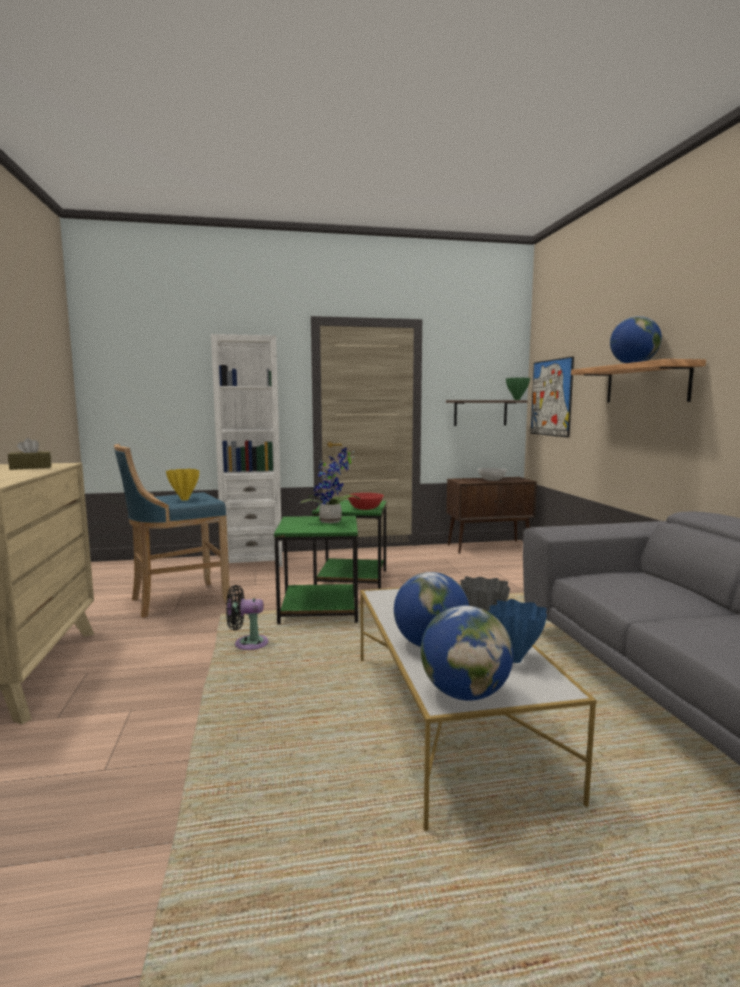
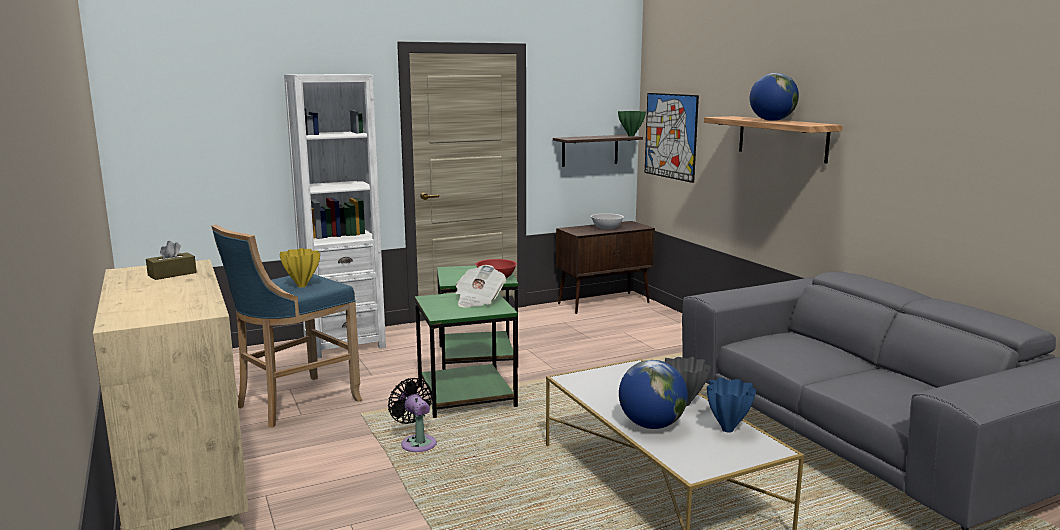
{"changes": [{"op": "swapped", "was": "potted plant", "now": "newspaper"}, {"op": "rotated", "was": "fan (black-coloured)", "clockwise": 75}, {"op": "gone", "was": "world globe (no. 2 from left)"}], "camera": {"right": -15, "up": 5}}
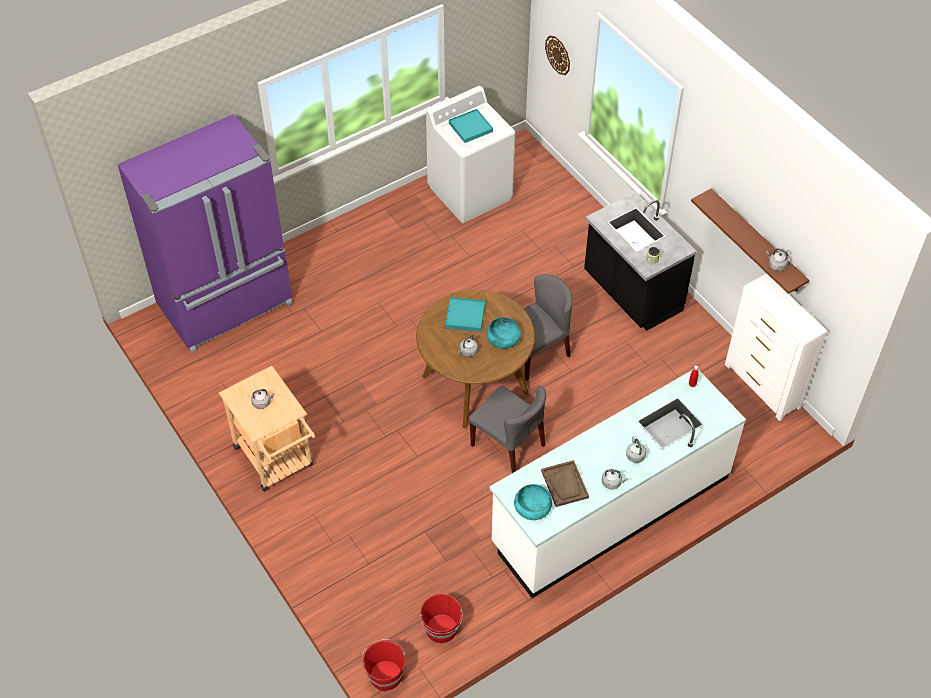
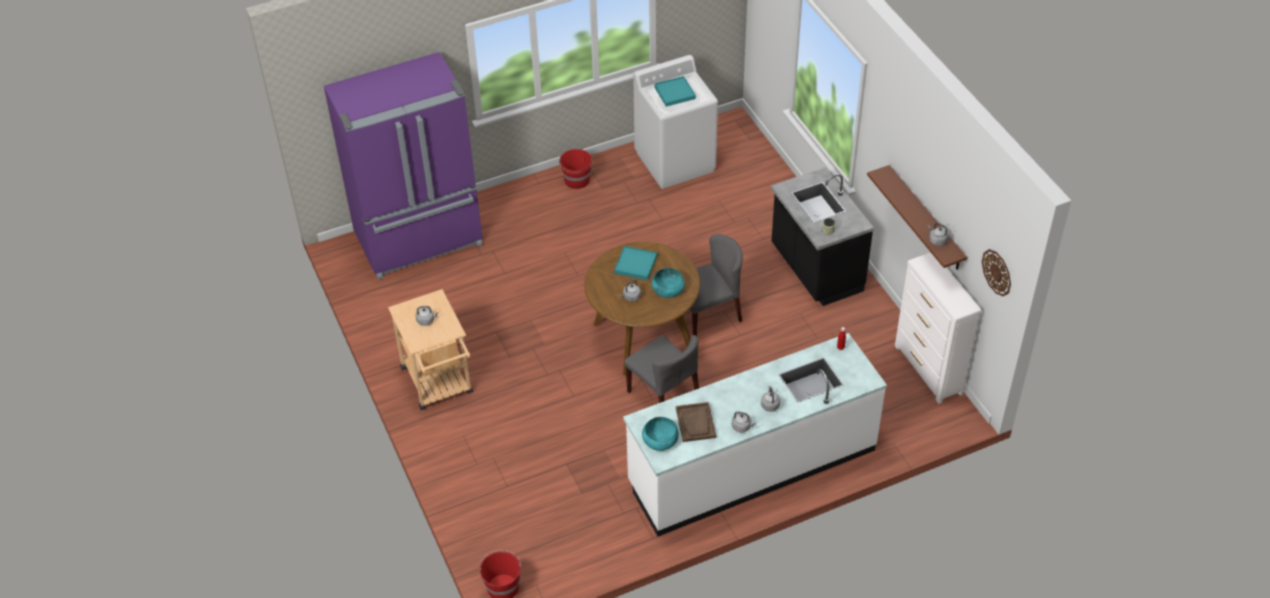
{"changes": [{"op": "shifted", "was": "hanging clock"}, {"op": "shifted", "was": "bucket (reddish) (no. 2 from left)"}], "camera": {"right": 10, "up": -5}}
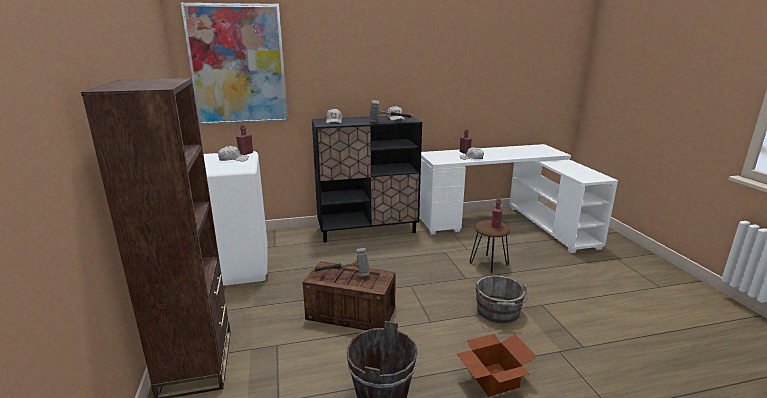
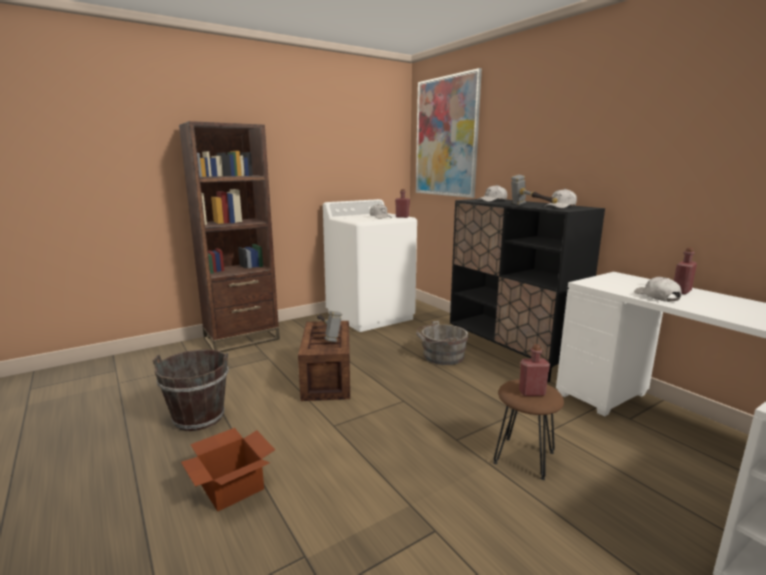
{"changes": [{"op": "shifted", "was": "bucket (gray)"}], "camera": {"right": 70, "up": -5}}
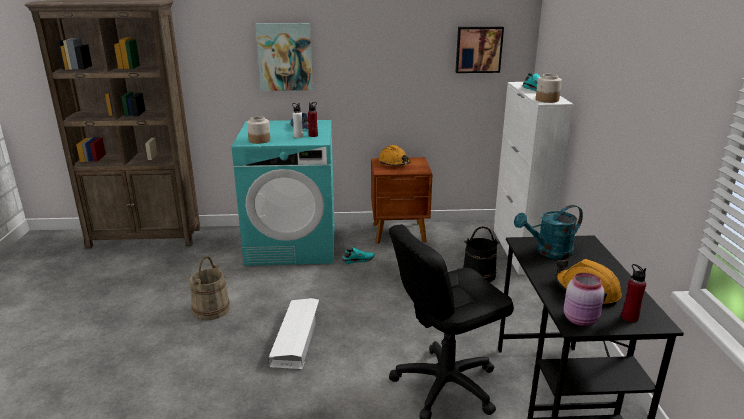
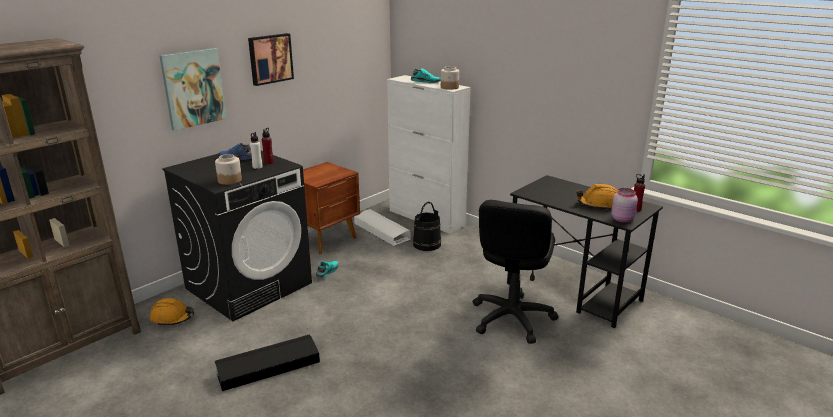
{"changes": [{"op": "shifted", "was": "picture (no. 2 from left)"}, {"op": "repainted", "was": "washing machine (turquoise-coloured)", "now": "washing machine (black-coloured)"}, {"op": "shifted", "was": "work helmet (orange-coloured) (no. 1 from left)"}, {"op": "gone", "was": "watering pot (turquoise-coloured)"}, {"op": "swapped", "was": "bucket (sand-coloured)", "now": "storage container (black-coloured)"}, {"op": "shifted", "was": "storage container (white-coloured)"}], "camera": {"right": -45, "up": 0}}
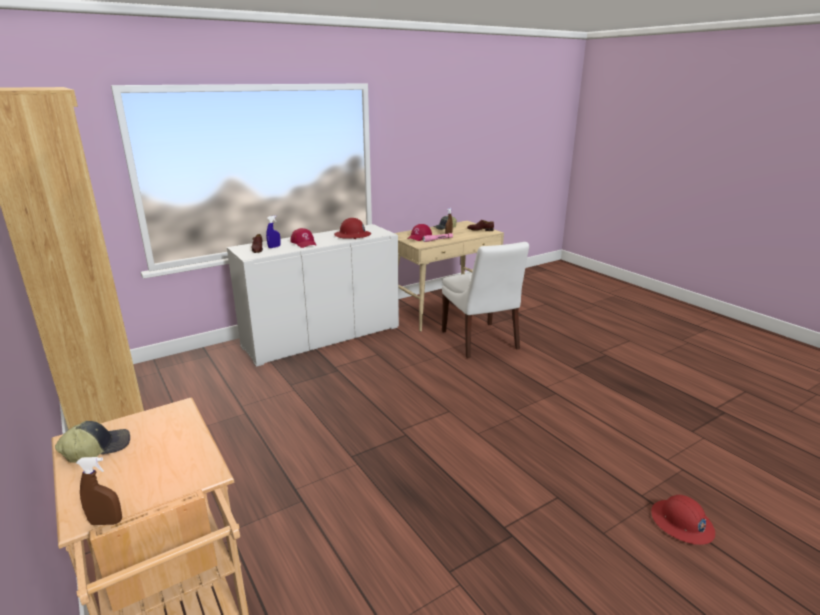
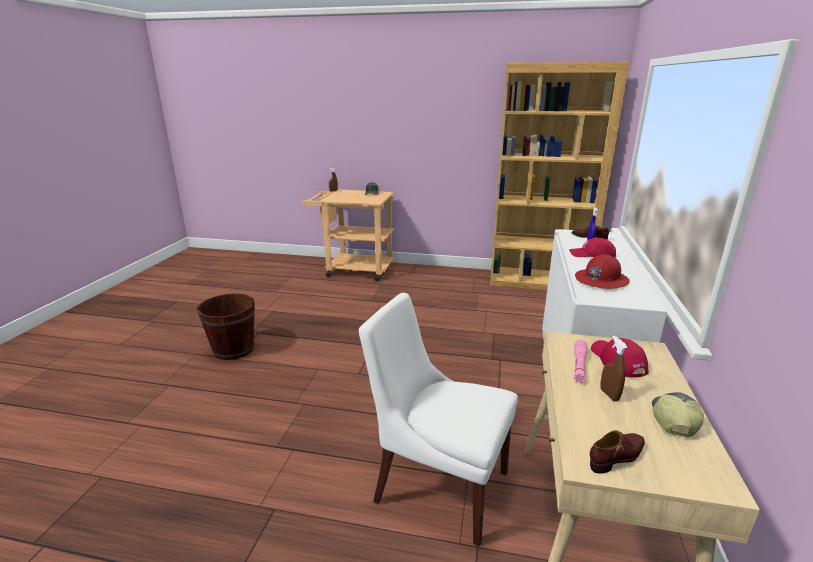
{"changes": [{"op": "gone", "was": "work helmet (reddish) (no. 2 from left)"}, {"op": "new", "now": "bucket (brown)"}], "camera": {"right": 135, "up": 0}}
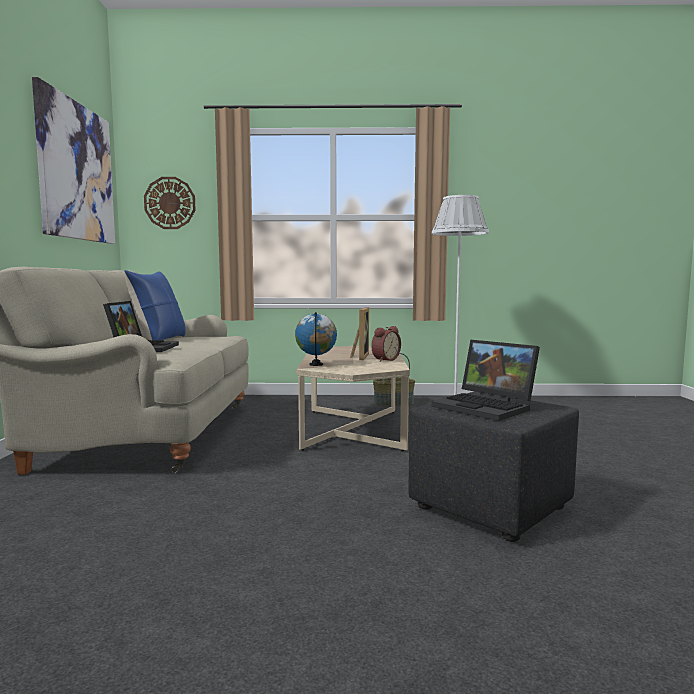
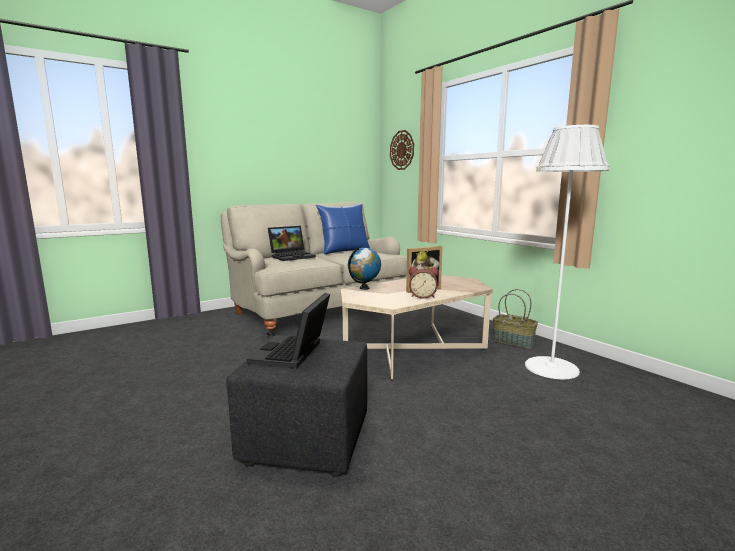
{"changes": [{"op": "gone", "was": "picture"}], "camera": {"right": 55, "up": 5}}
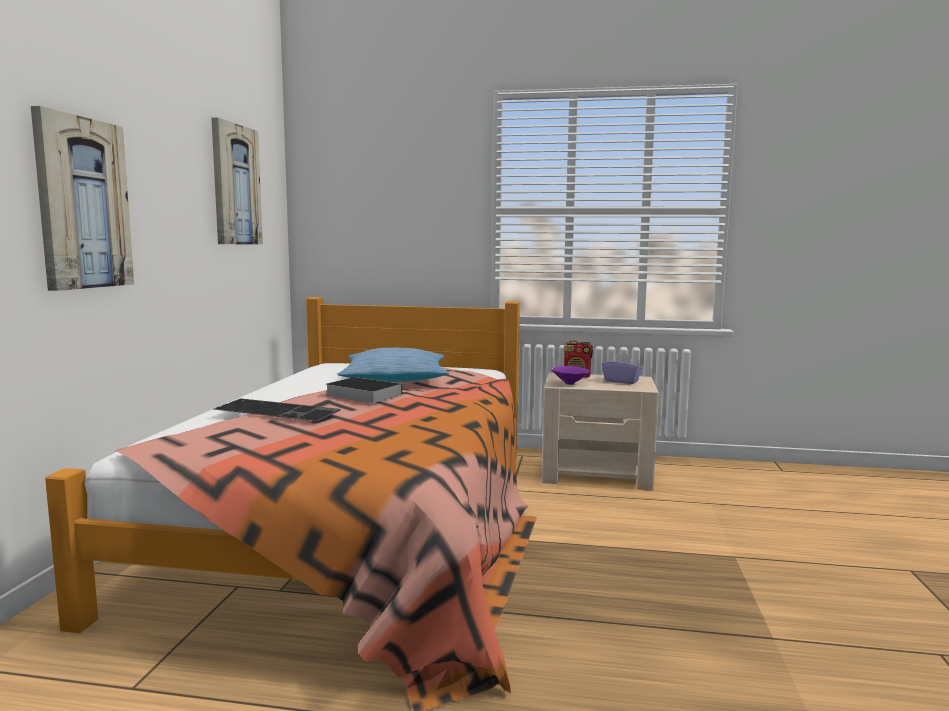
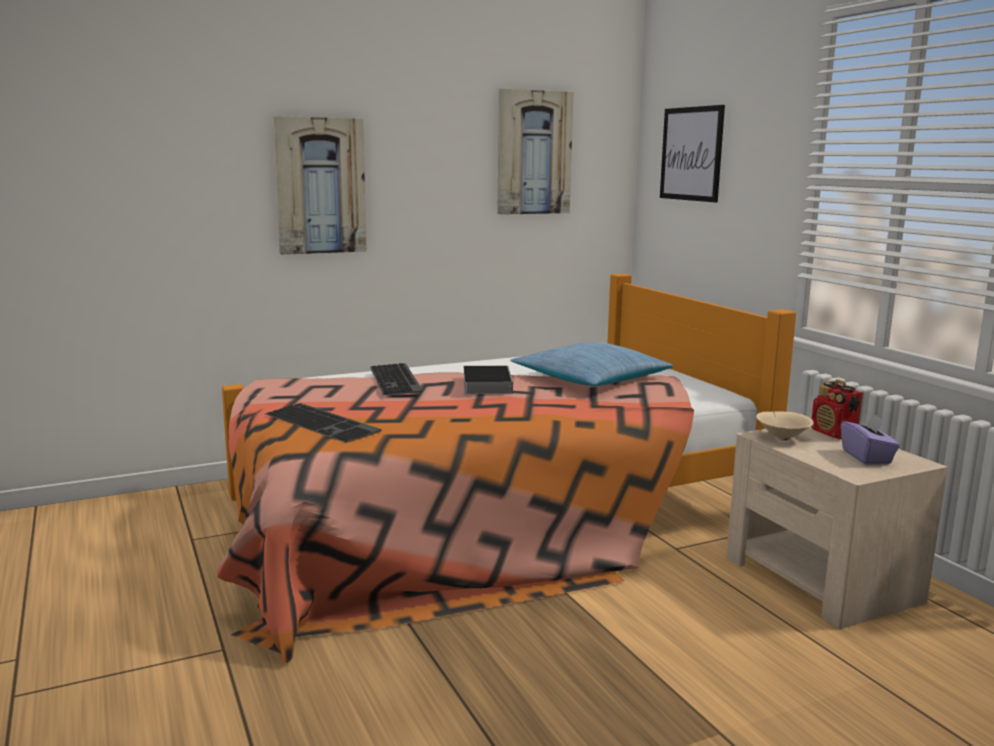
{"changes": [{"op": "repainted", "was": "deep dish (purplish)", "now": "deep dish (sand-coloured)"}, {"op": "new", "now": "picture (no. 3 from left)"}, {"op": "new", "now": "computer keyboard (no. 1 from left)"}], "camera": {"right": 55, "up": 5}}
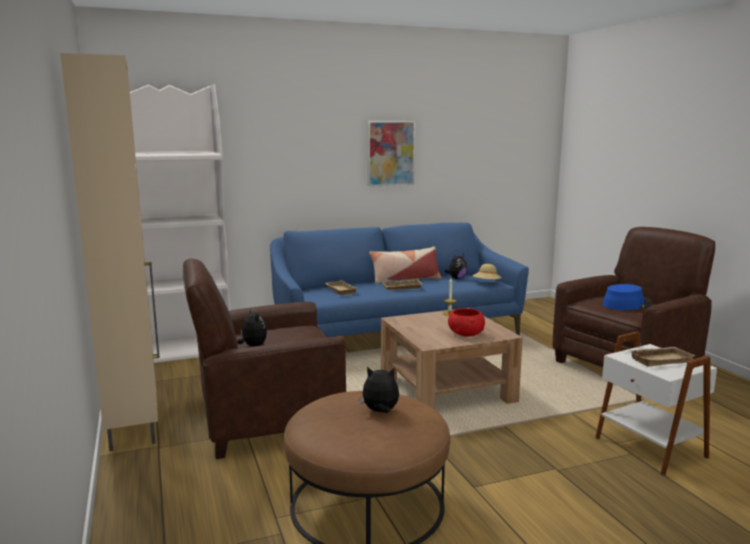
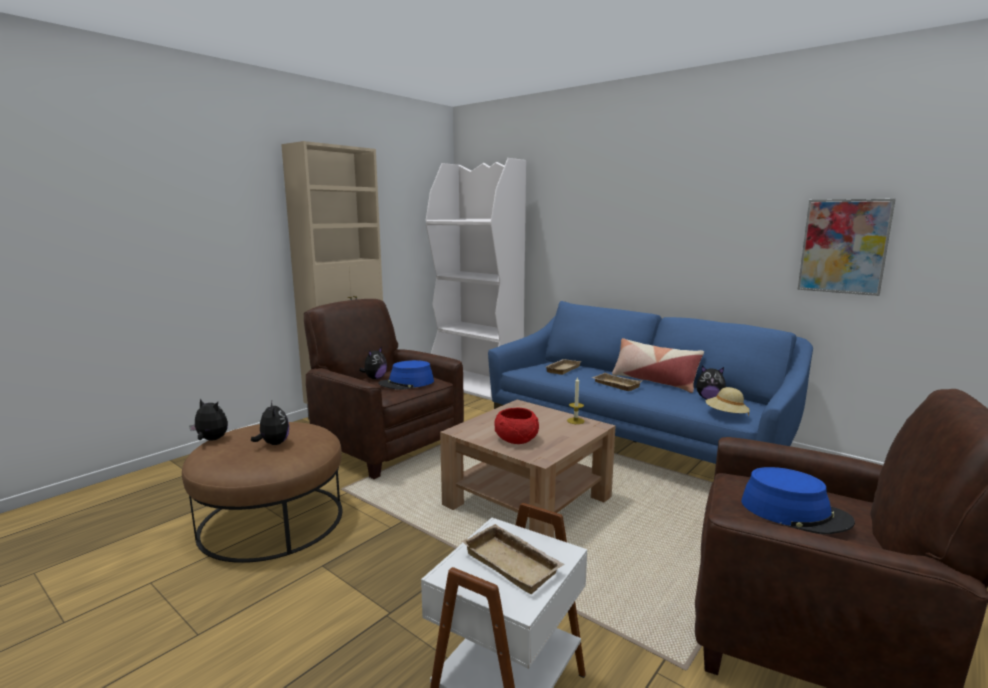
{"changes": [{"op": "shifted", "was": "picture"}, {"op": "new", "now": "clothing hat (blue) (no. 1 from left)"}, {"op": "new", "now": "cuddly toy (no. 1 from left)"}], "camera": {"right": 60, "up": 0}}
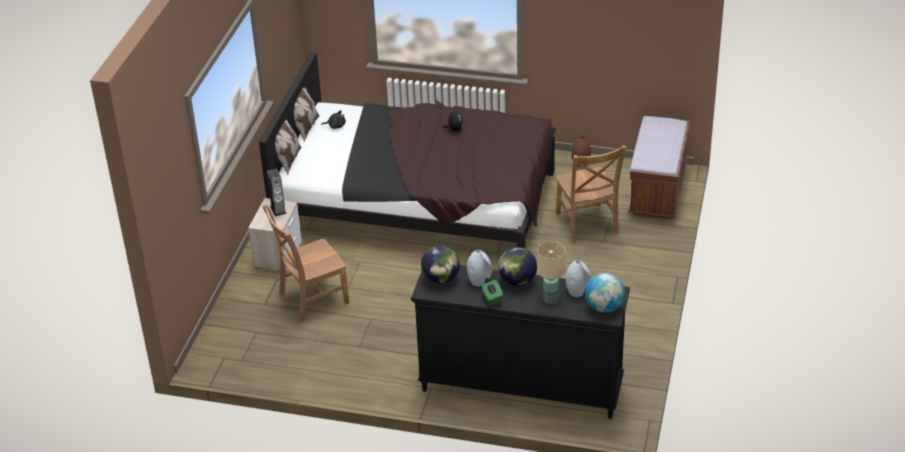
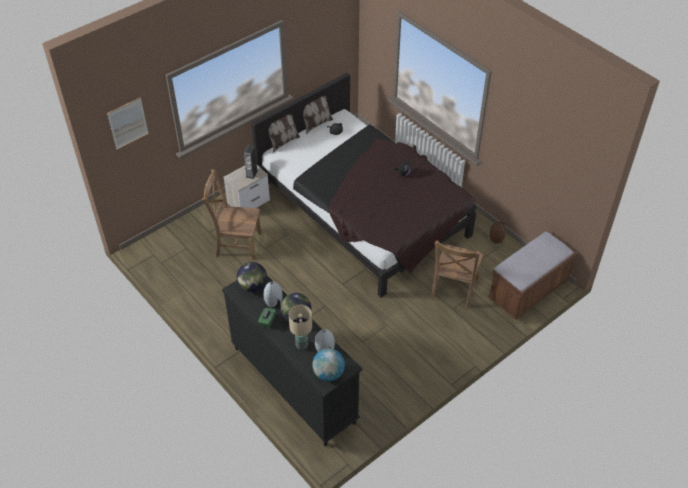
{"changes": [{"op": "new", "now": "picture"}], "camera": {"right": 35, "up": 10}}
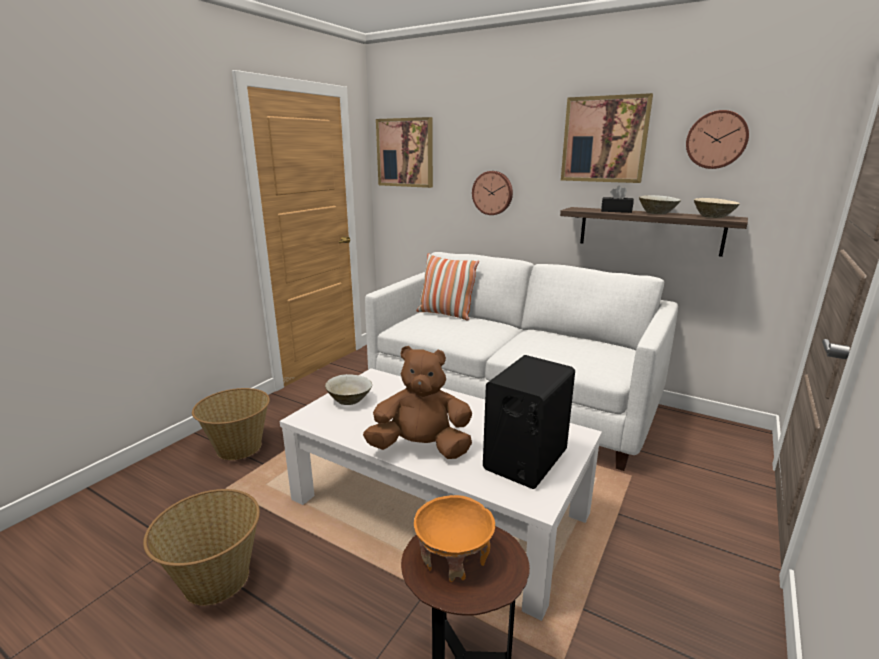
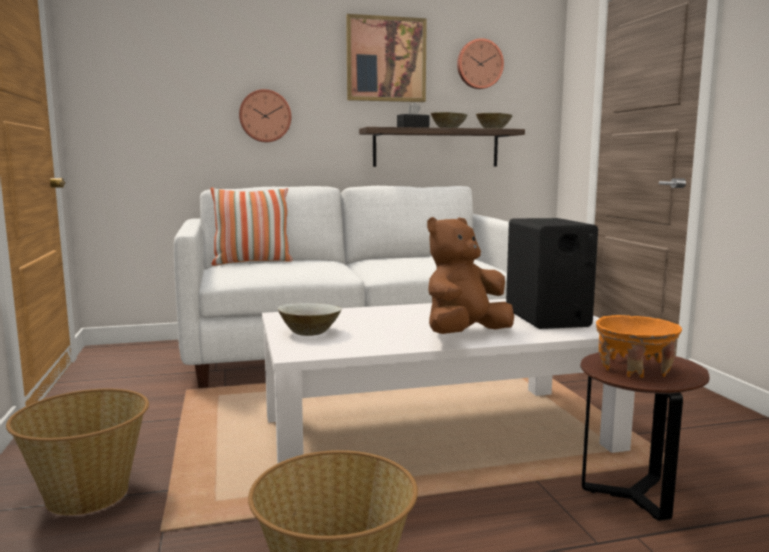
{"changes": [{"op": "gone", "was": "picture (no. 1 from left)"}], "camera": {"right": -45, "up": -10}}
